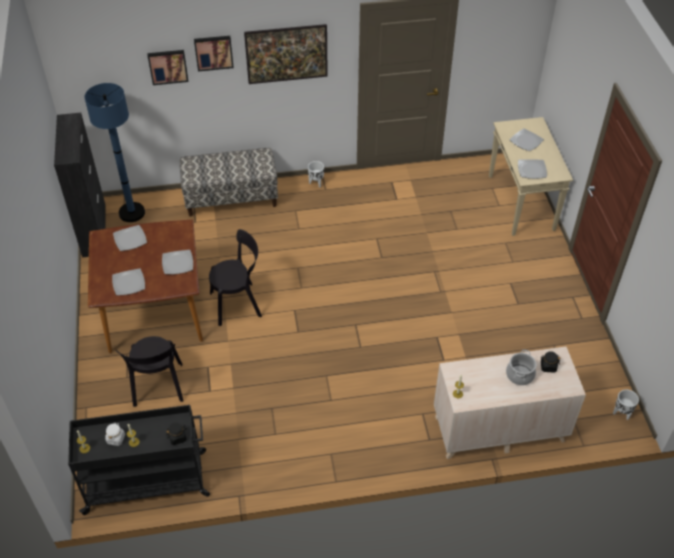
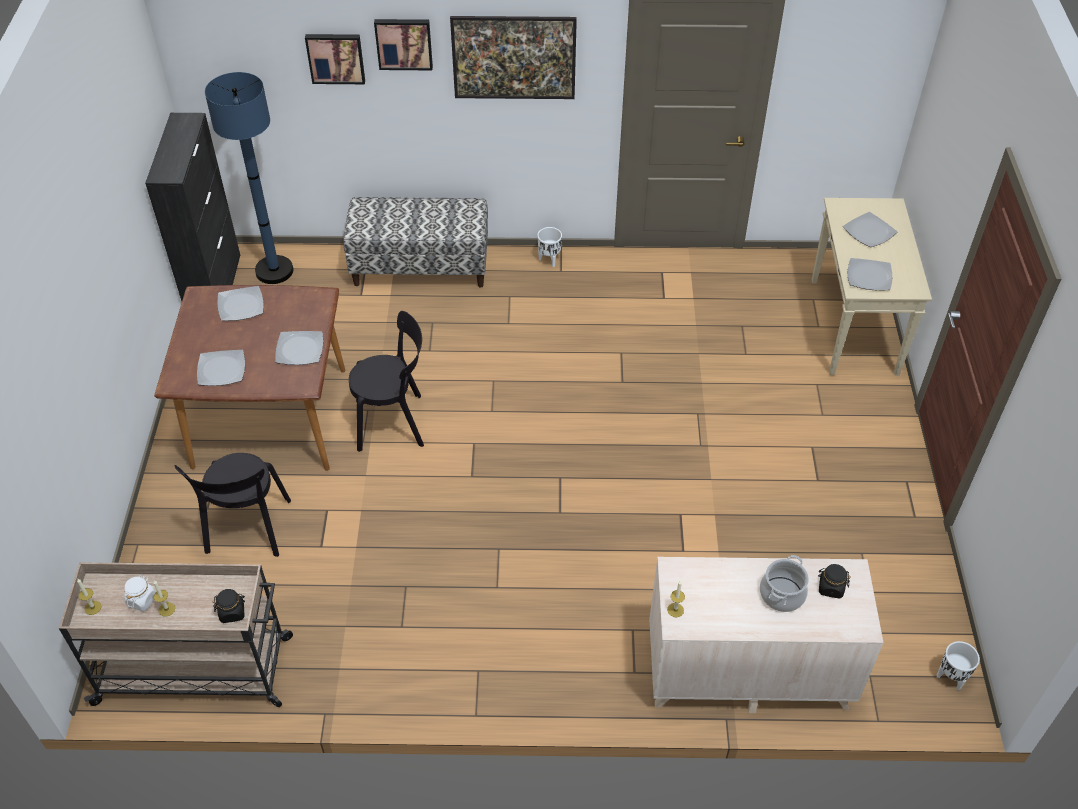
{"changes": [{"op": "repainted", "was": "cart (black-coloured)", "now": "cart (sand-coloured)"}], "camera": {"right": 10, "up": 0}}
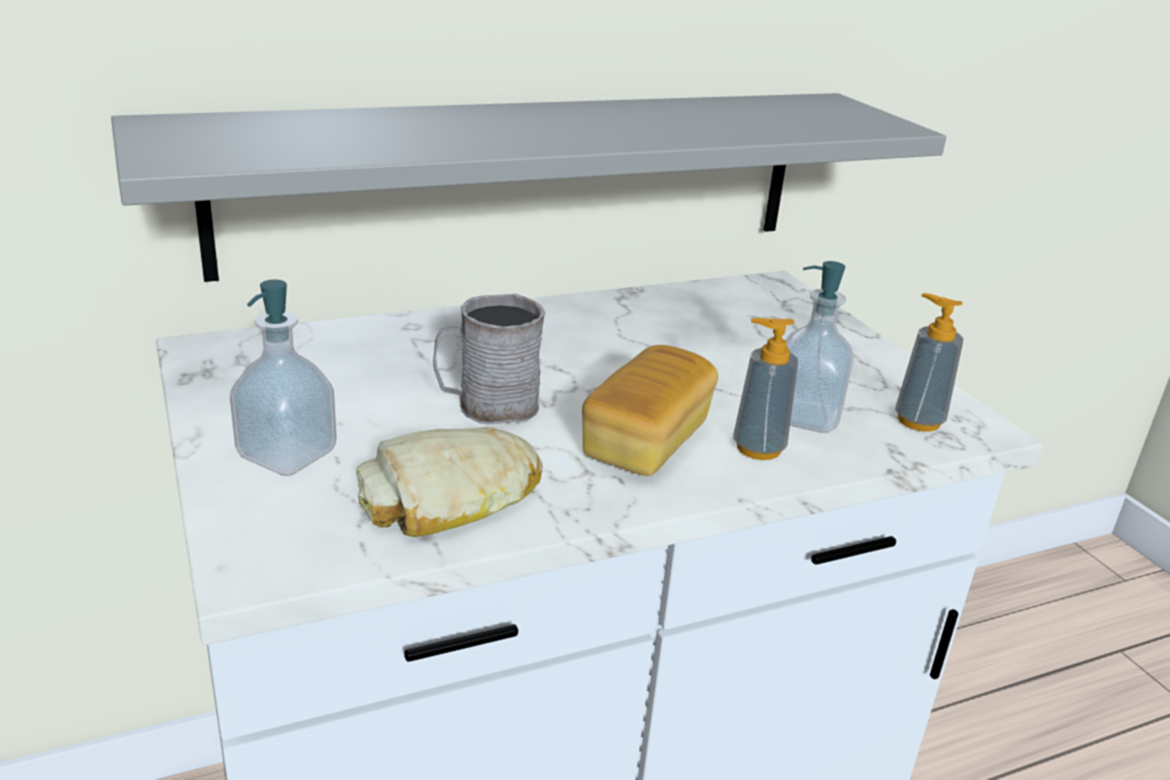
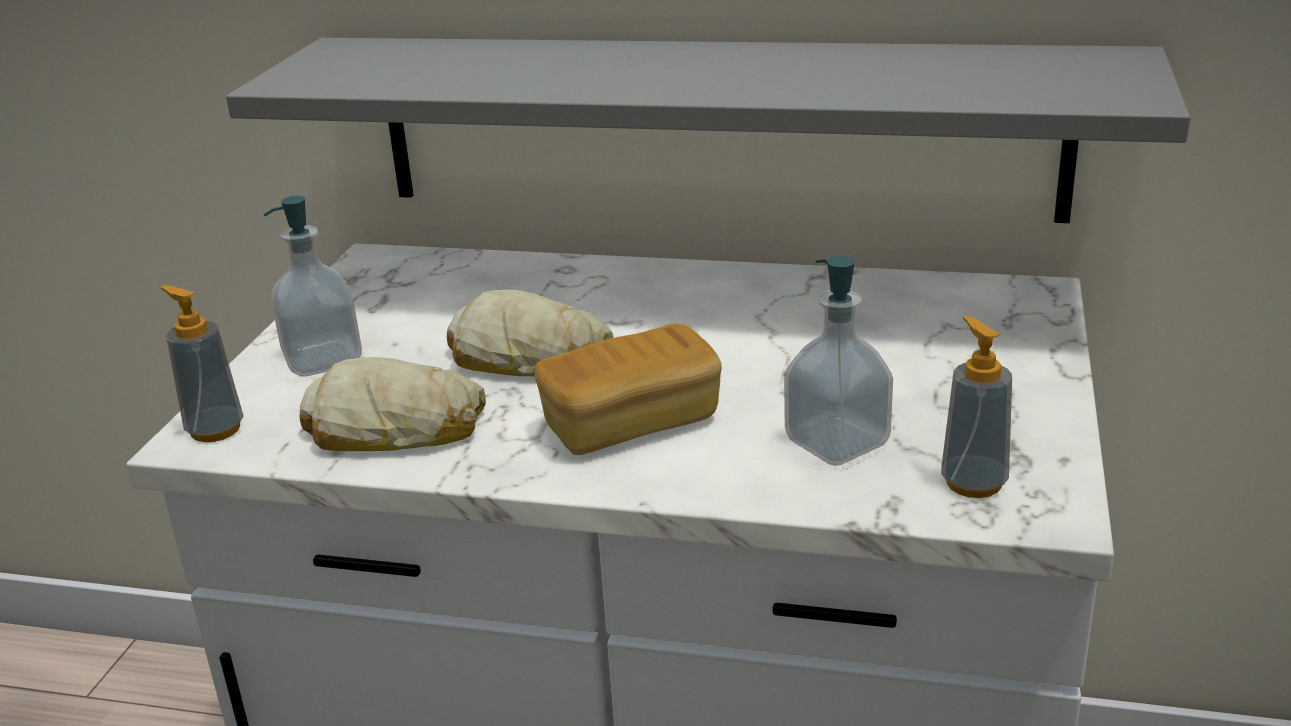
{"changes": [{"op": "swapped", "was": "mug (gray)", "now": "bakery bread (no. 2 from left)"}, {"op": "shifted", "was": "soap dispenser (no. 2 from left in the first image)", "now": "soap dispenser (no. 1 from left)"}], "camera": {"right": 40, "up": 0}}
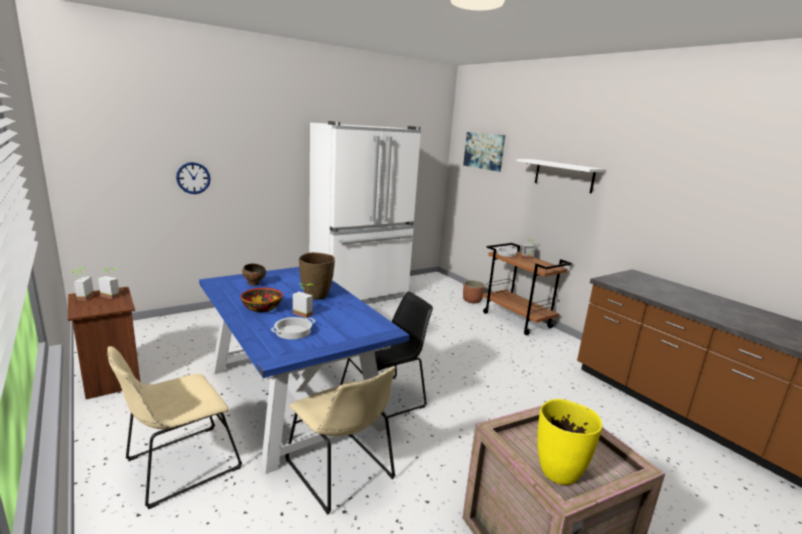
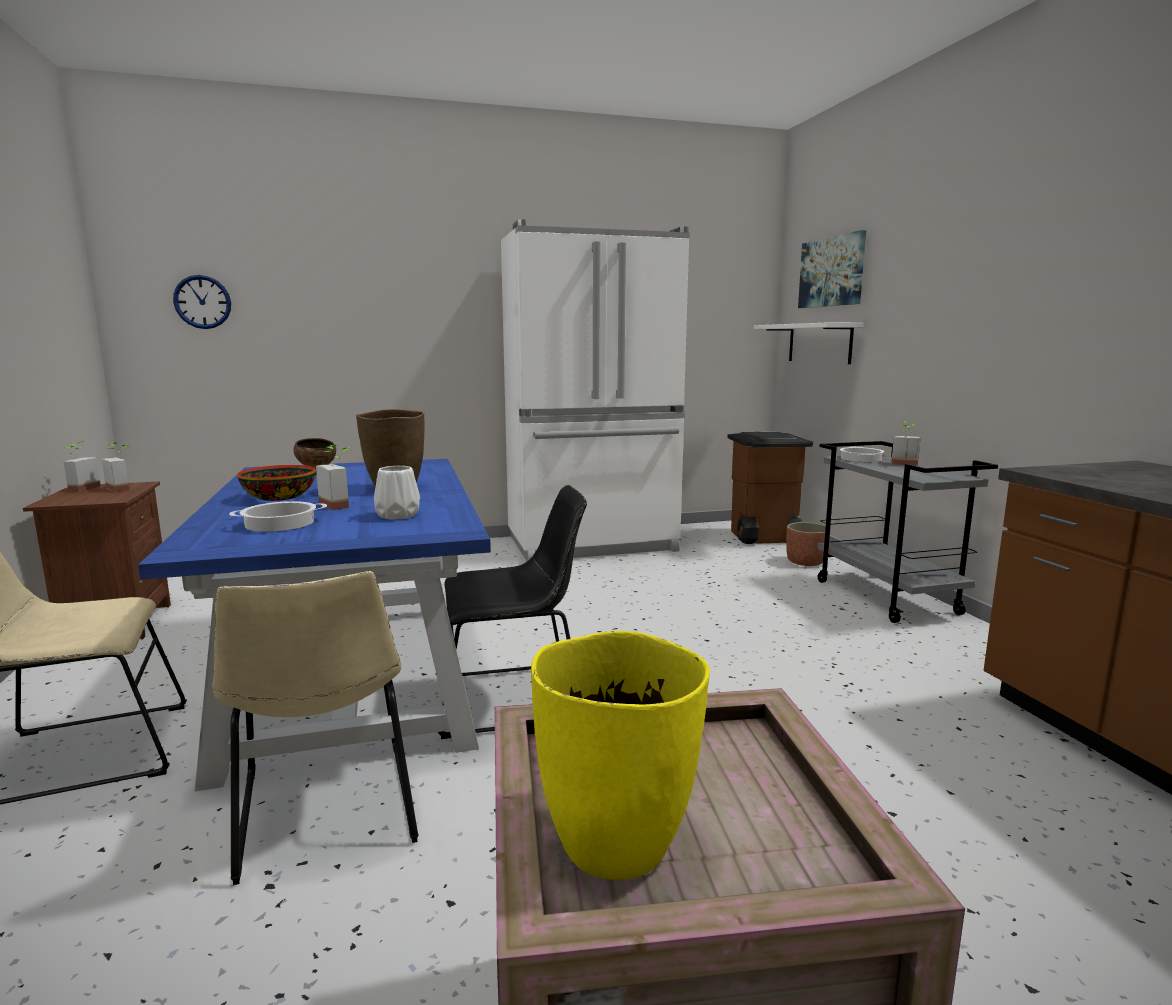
{"changes": [{"op": "shifted", "was": "wall shelf (white-coloured)"}, {"op": "shifted", "was": "hanging clock"}, {"op": "repainted", "was": "cart (brown)", "now": "cart (gray)"}, {"op": "new", "now": "trash can (brown)"}, {"op": "new", "now": "flower vase (white-coloured)"}], "camera": {"right": 20, "up": -5}}
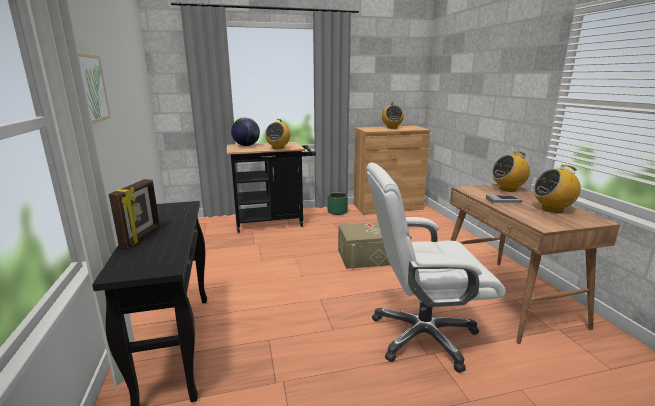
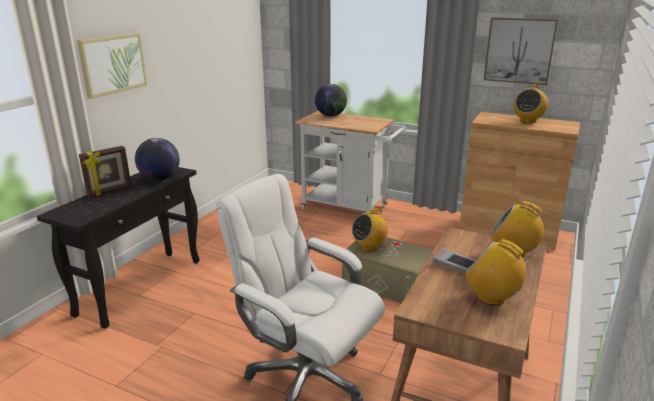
{"changes": [{"op": "shifted", "was": "radio (no. 1 from left)"}, {"op": "repainted", "was": "cart (black-coloured)", "now": "cart (white-coloured)"}, {"op": "gone", "was": "flower pot (green)"}, {"op": "new", "now": "picture (no. 2 from left)"}, {"op": "new", "now": "world globe (no. 1 from left)"}], "camera": {"right": 40, "up": 5}}
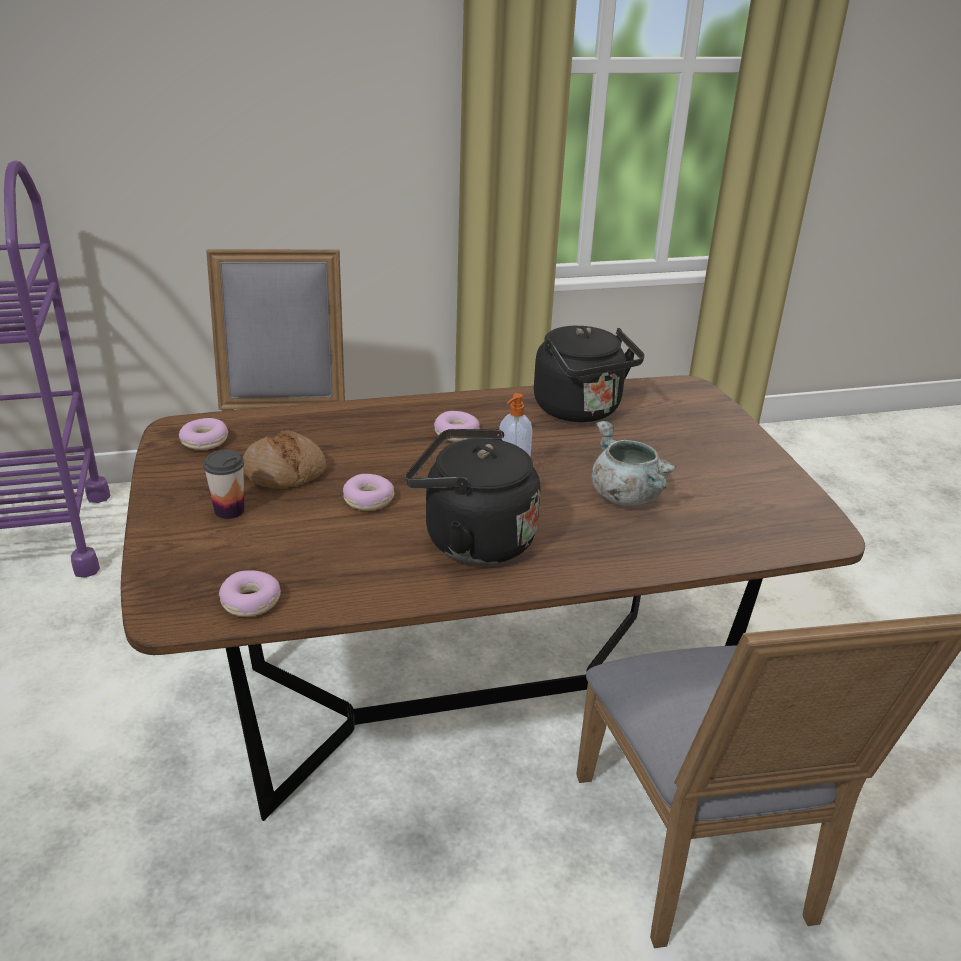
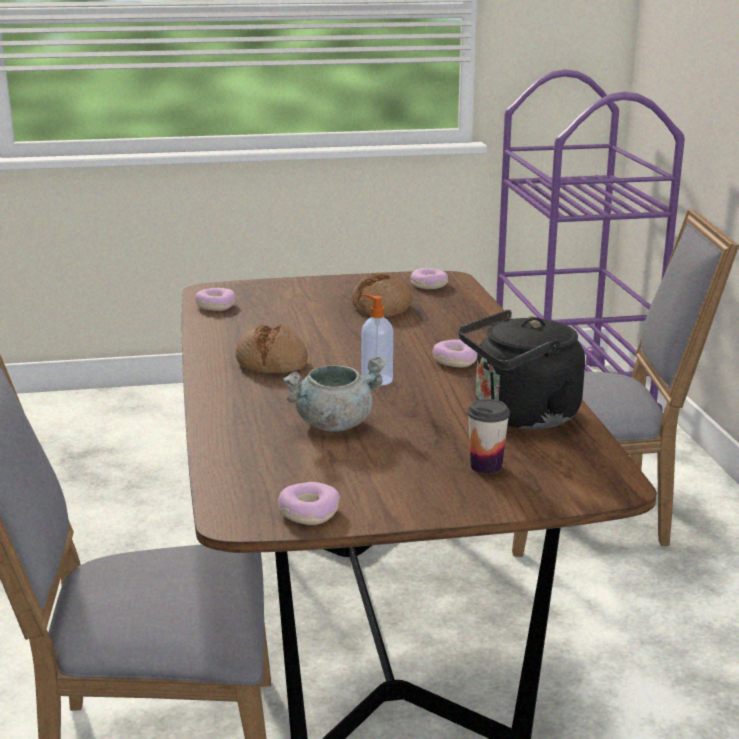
{"changes": [{"op": "swapped", "was": "tea kettle (black-coloured) (no. 1 from left)", "now": "bakery bread (no. 1 from left)"}, {"op": "shifted", "was": "cup"}, {"op": "shifted", "was": "doughnut (no. 3 from left in the first image)", "now": "doughnut (no. 2 from left)"}], "camera": {"right": 95, "up": -10}}
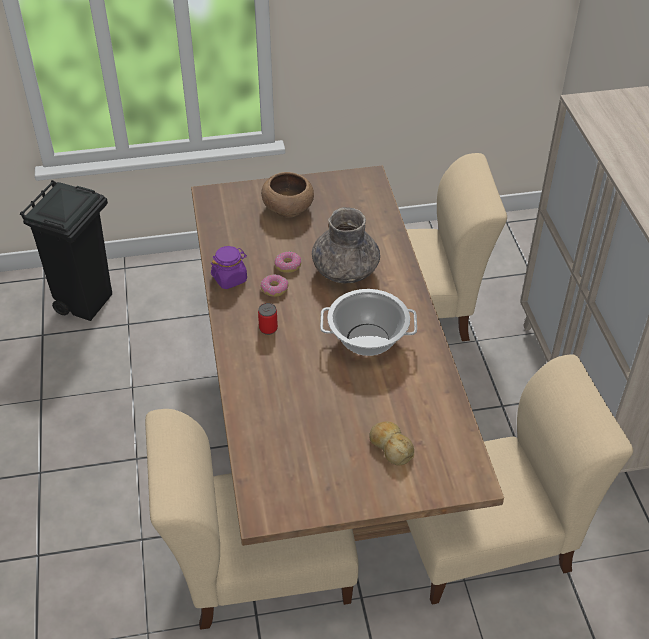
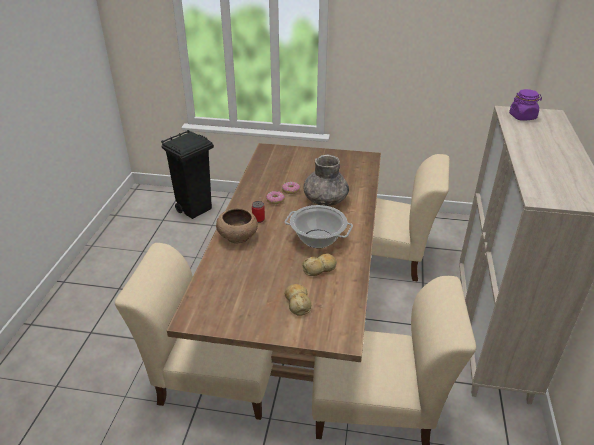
{"changes": [{"op": "shifted", "was": "deep dish (brown)"}, {"op": "shifted", "was": "jar (purplish)"}, {"op": "new", "now": "bakery bread (no. 2 from left)"}], "camera": {"right": 20, "up": -10}}
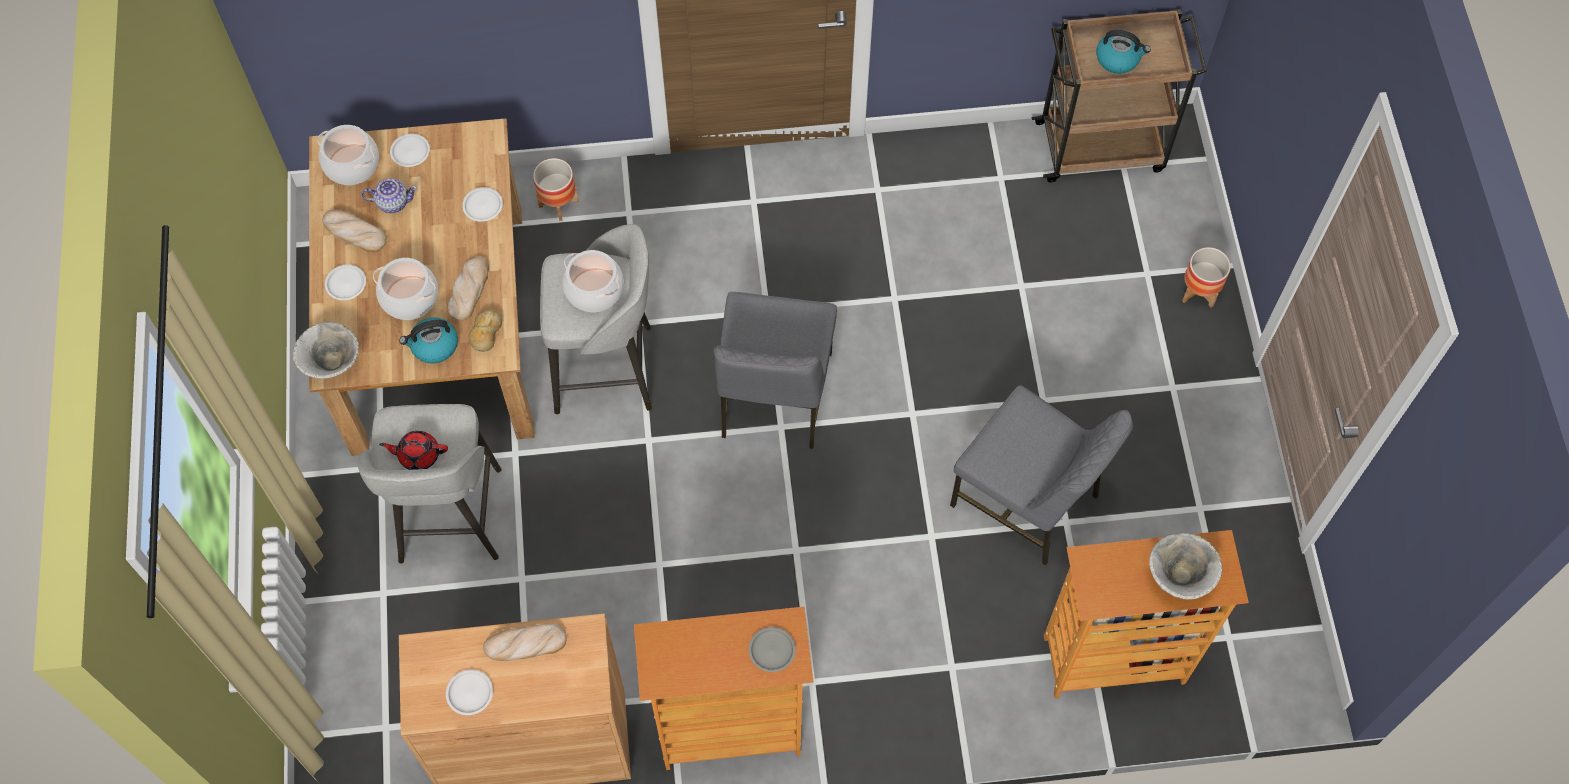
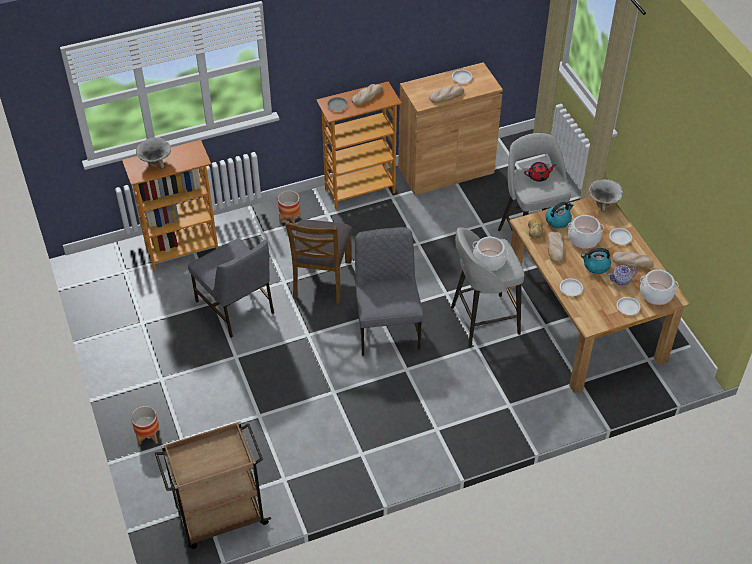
{"changes": [{"op": "shifted", "was": "tea kettle (no. 2 from left)"}, {"op": "shifted", "was": "flower pot (no. 1 from left in the first image)", "now": "flower pot (no. 2 from left)"}, {"op": "rotated", "was": "plain chair (gray) (no. 2 from left in the first image)", "clockwise": -150}, {"op": "new", "now": "bakery bread (no. 1 from left)"}, {"op": "new", "now": "plain chair (brown)"}], "camera": {"right": 165, "up": -15}}
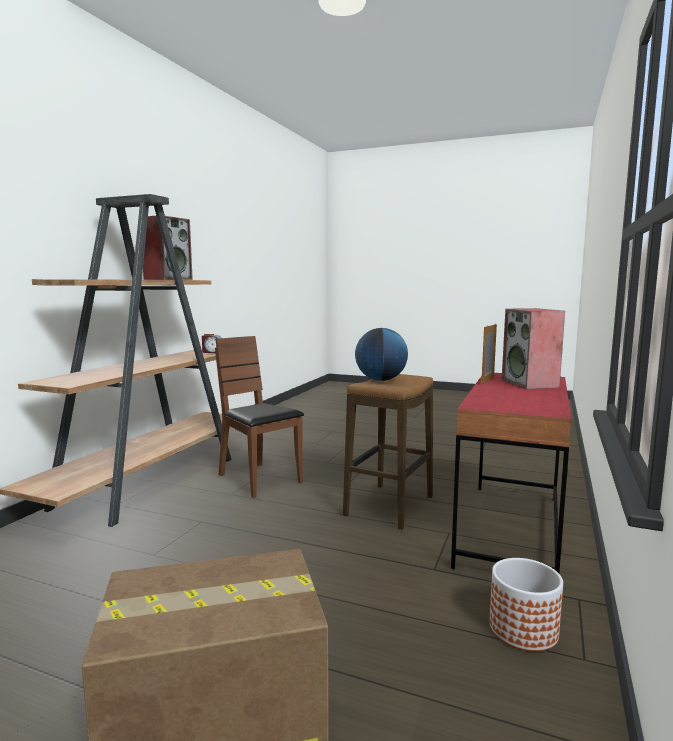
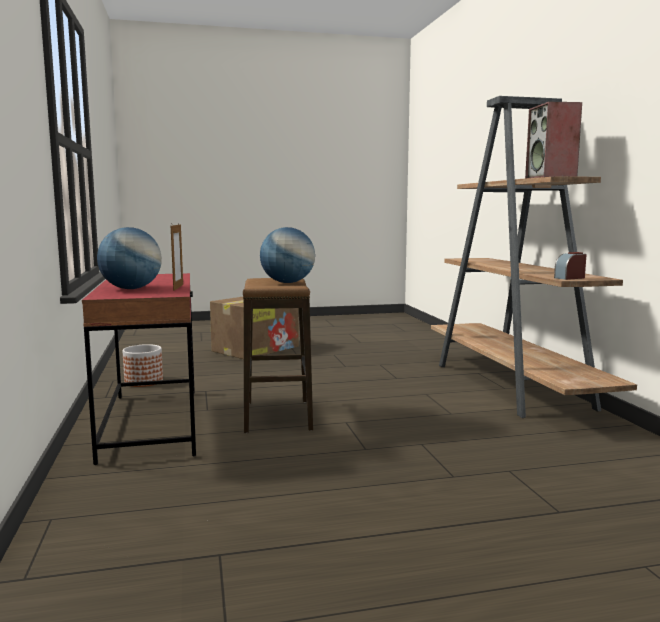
{"changes": [{"op": "swapped", "was": "speaker (no. 2 from left)", "now": "world globe (no. 1 from left)"}, {"op": "gone", "was": "plain chair (brown)"}], "camera": {"right": 145, "up": 0}}
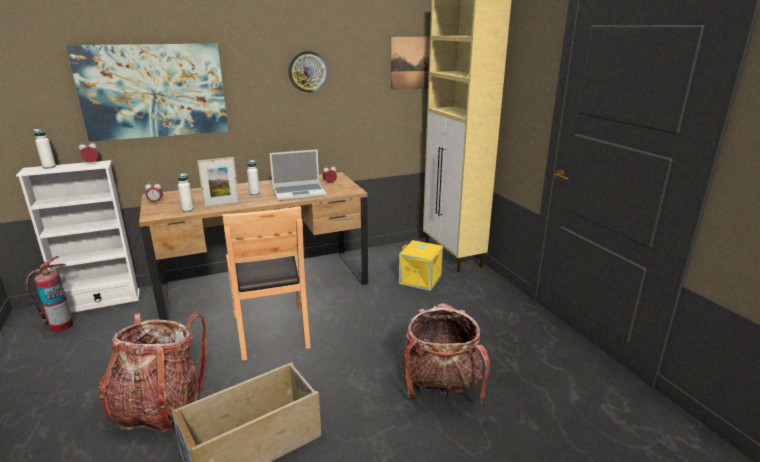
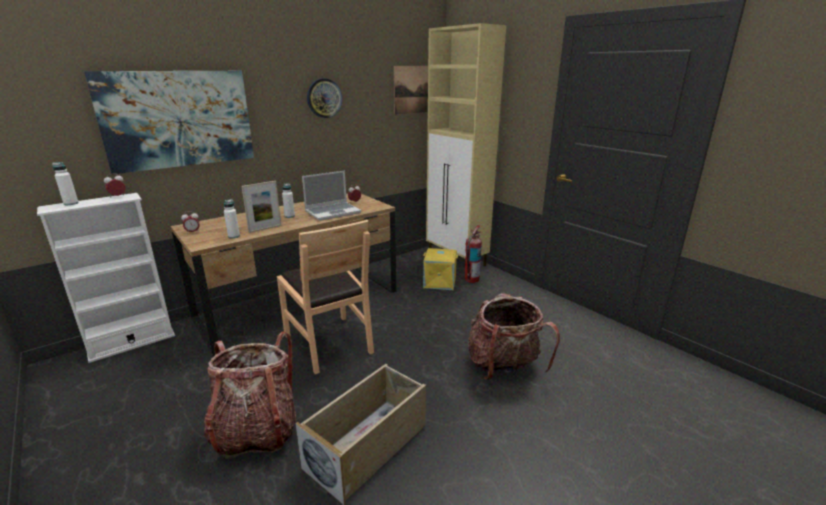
{"changes": [{"op": "shifted", "was": "fire extinguisher"}], "camera": {"right": -15, "up": 0}}
